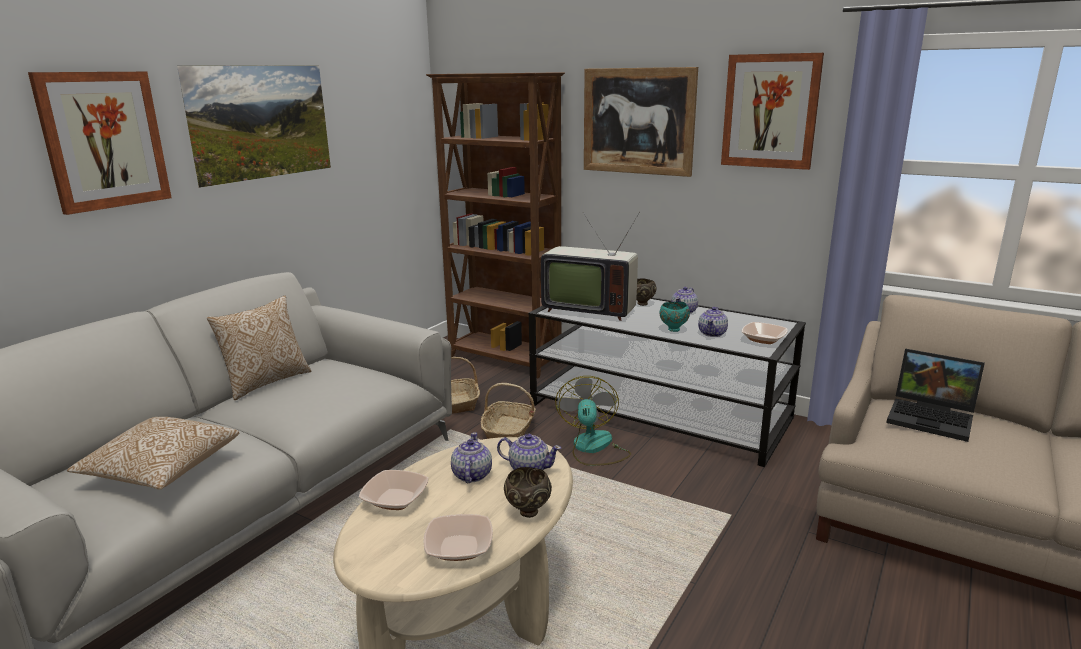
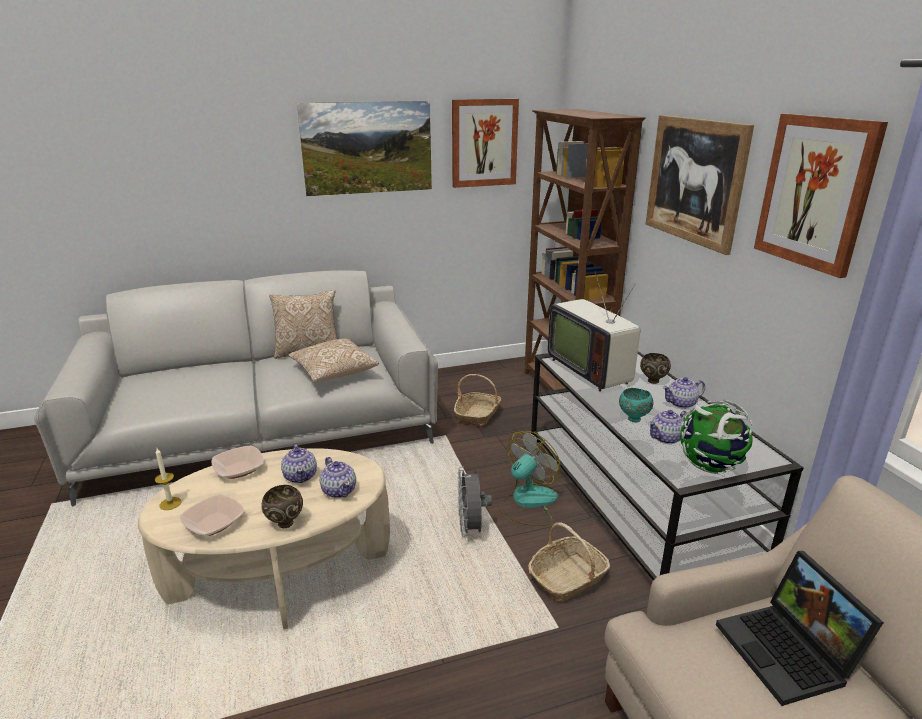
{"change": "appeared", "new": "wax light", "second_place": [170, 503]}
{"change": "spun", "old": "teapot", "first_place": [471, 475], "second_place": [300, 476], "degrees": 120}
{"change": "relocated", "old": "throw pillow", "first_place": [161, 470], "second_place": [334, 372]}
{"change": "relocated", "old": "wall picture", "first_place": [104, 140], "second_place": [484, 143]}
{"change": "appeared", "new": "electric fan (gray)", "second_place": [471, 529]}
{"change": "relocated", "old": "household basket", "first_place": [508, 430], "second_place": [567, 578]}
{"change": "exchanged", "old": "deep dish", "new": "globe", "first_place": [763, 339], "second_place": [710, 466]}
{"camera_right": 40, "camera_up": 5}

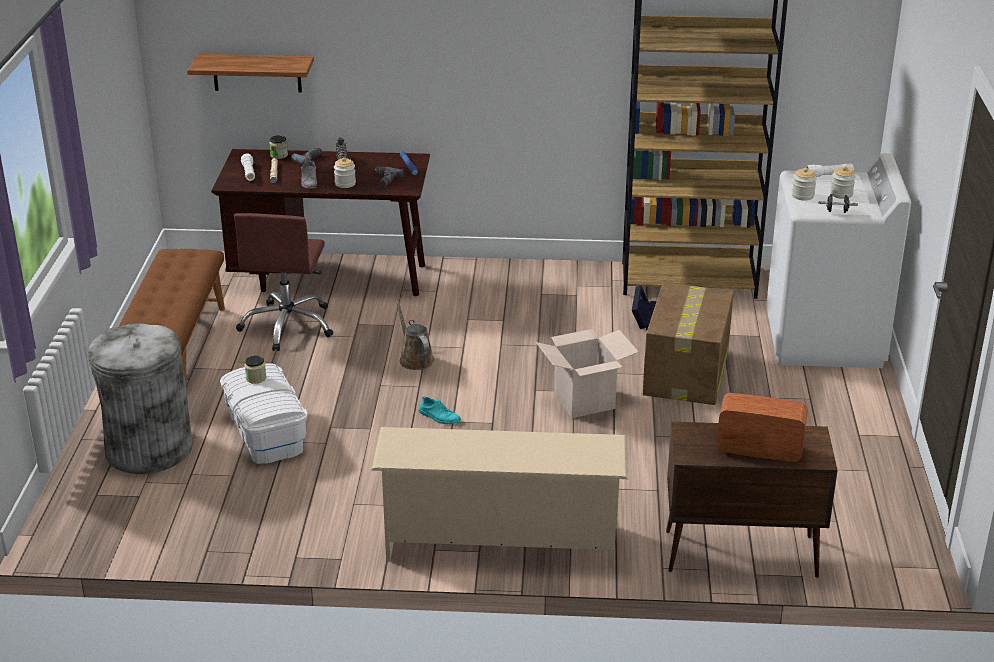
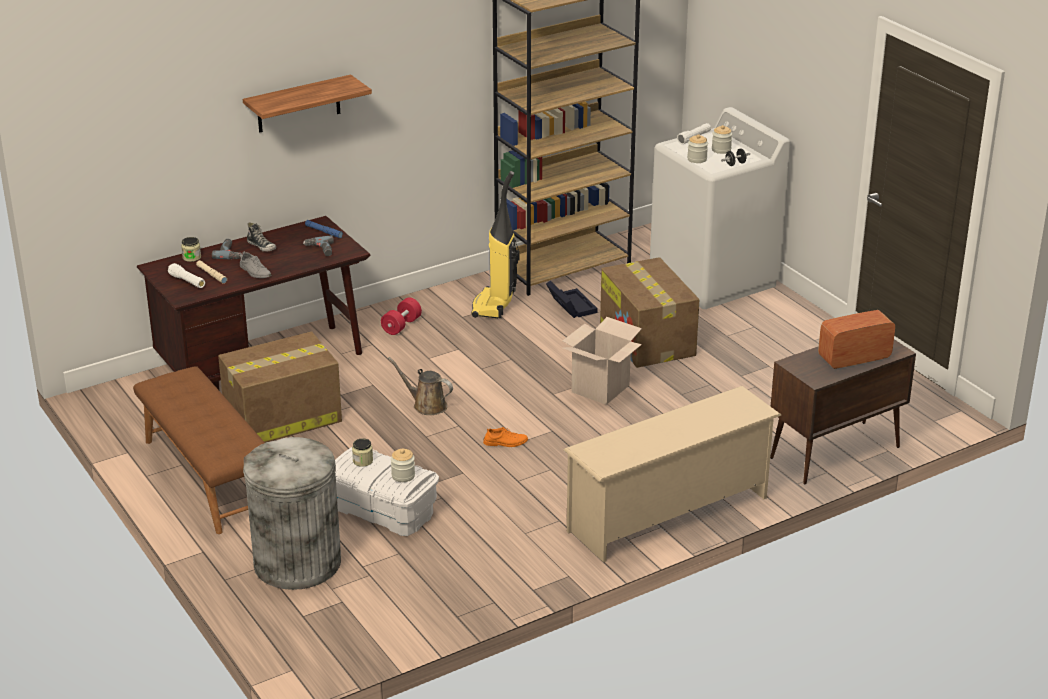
{"change": "exchanged", "old": "office chair (brown-coloured)", "new": "packing box", "first_place": [288, 325], "second_place": [281, 418]}
{"change": "relocated", "old": "bracket shelf", "first_place": [257, 73], "second_place": [298, 104]}
{"change": "appeared", "new": "free weight (red-coloured)", "second_place": [401, 326]}
{"change": "relocated", "old": "preserve jar", "first_place": [345, 184], "second_place": [403, 476]}
{"change": "appeared", "new": "vacuum cleaner", "second_place": [494, 306]}
{"change": "colour", "old": "low shoe (turquoise-coloured)", "new": "low shoe (orange-coloured)", "first_place": [439, 417], "second_place": [505, 442]}
{"camera_right": -35, "camera_up": 0}

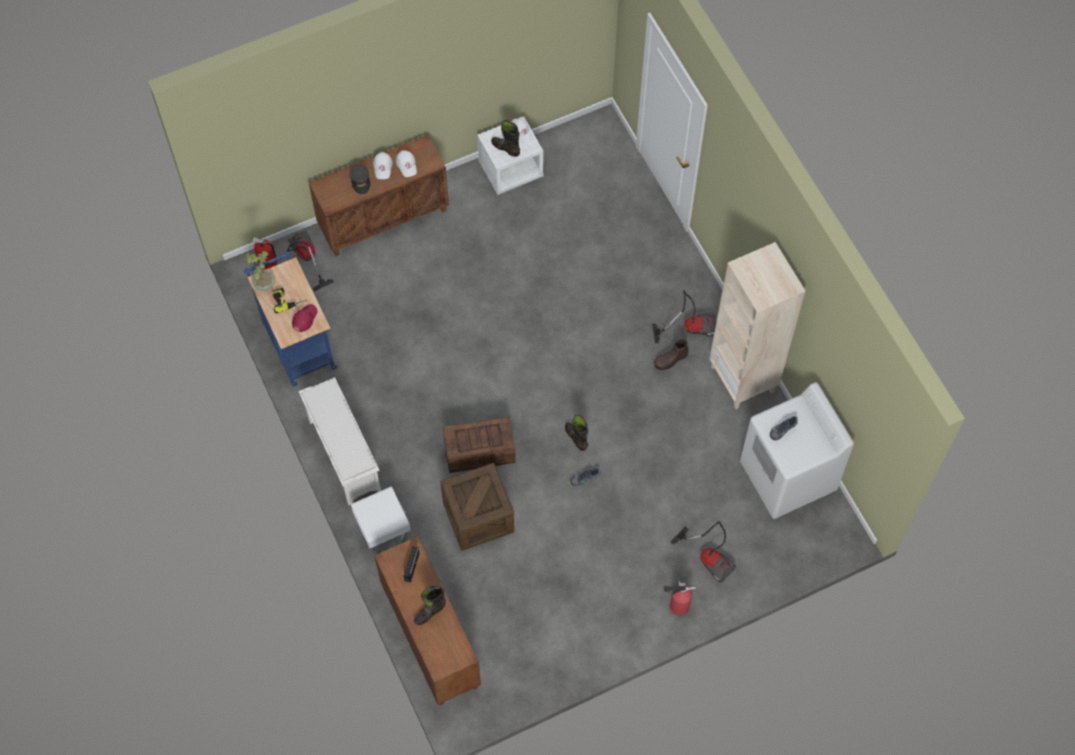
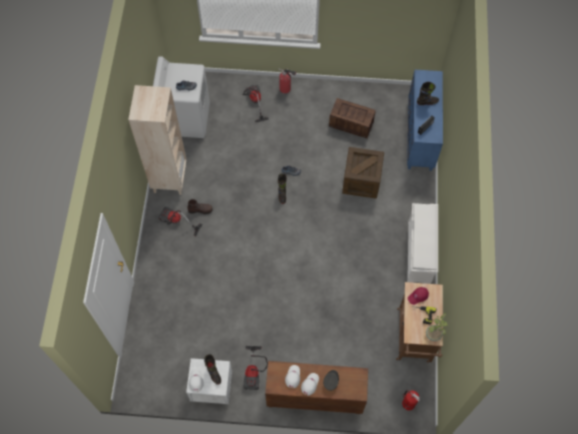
{"change": "relocated", "old": "vacuum cleaner", "first_place": [306, 259], "second_place": [254, 372]}
{"change": "relocated", "old": "shipping crate", "first_place": [478, 452], "second_place": [352, 124]}
{"change": "colour", "old": "cart (blue)", "new": "cart (brown-coloured)", "first_place": [297, 341], "second_place": [414, 339]}
{"change": "colour", "old": "cupboard (brown-coloured)", "new": "cupboard (blue)", "first_place": [429, 637], "second_place": [420, 136]}
{"change": "missing", "old": "nightstand (whitish)", "first_place": [383, 531]}
{"camera_right": -150, "camera_up": 0}

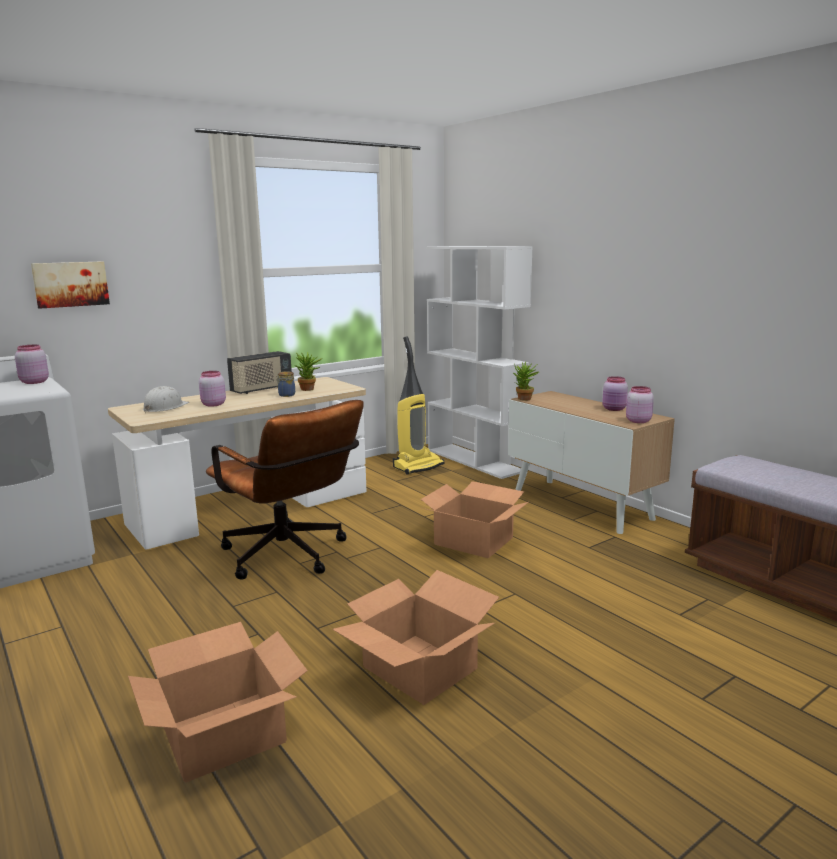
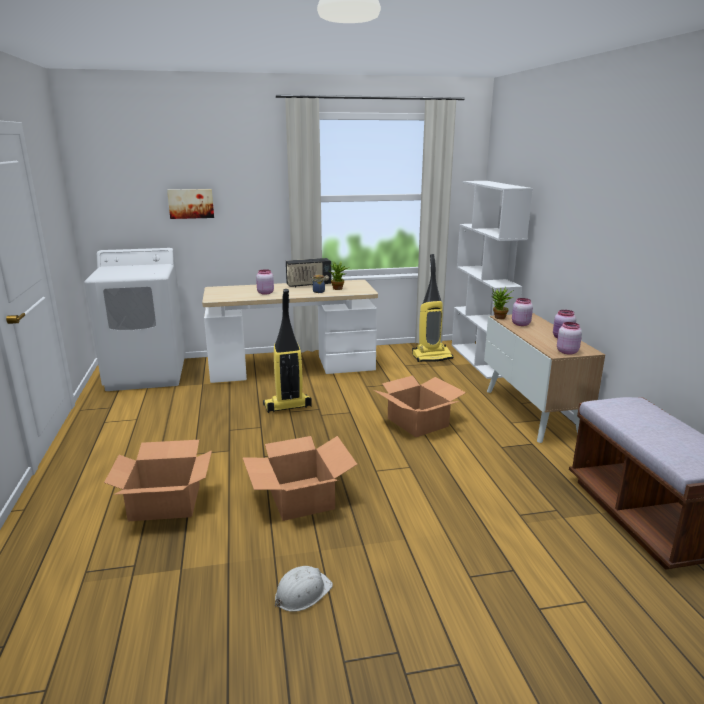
{"change": "exchanged", "old": "office chair (brown-coloured)", "new": "vacuum cleaner", "first_place": [290, 557], "second_place": [287, 406]}
{"change": "relocated", "old": "work helmet (whitish)", "first_place": [165, 407], "second_place": [302, 593]}
{"change": "relocated", "old": "preserve jar (pink-coloured)", "first_place": [33, 382], "second_place": [520, 324]}
{"camera_right": 25, "camera_up": 5}

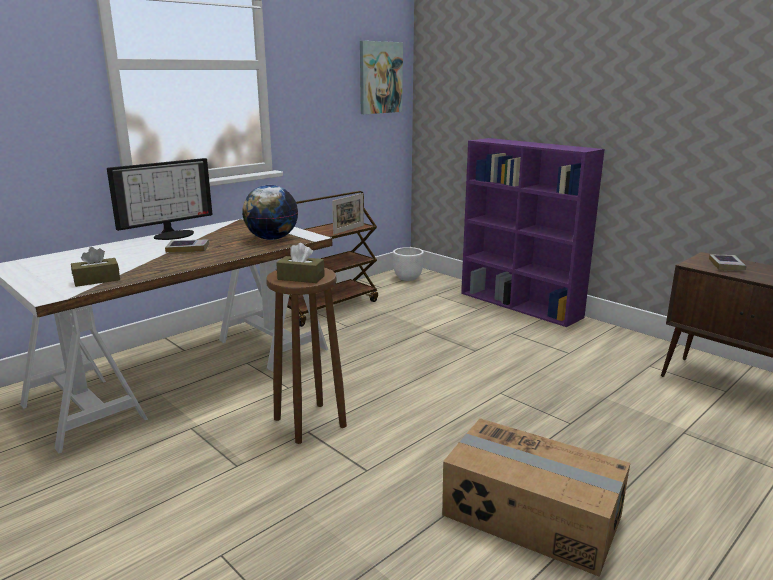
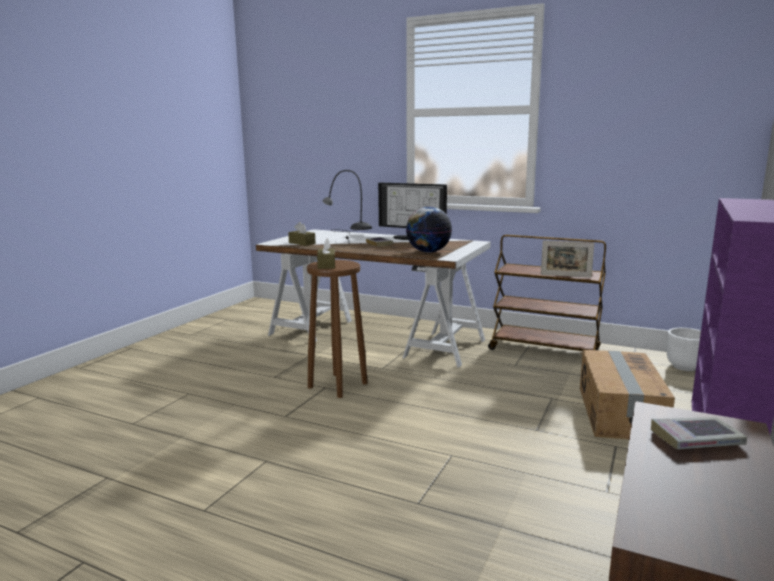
{"change": "appeared", "new": "table lamp (gray)", "second_place": [351, 236]}
{"change": "relocated", "old": "packing box", "first_place": [531, 516], "second_place": [618, 413]}
{"change": "missing", "old": "wall picture", "first_place": [380, 77]}
{"camera_right": 70, "camera_up": -5}

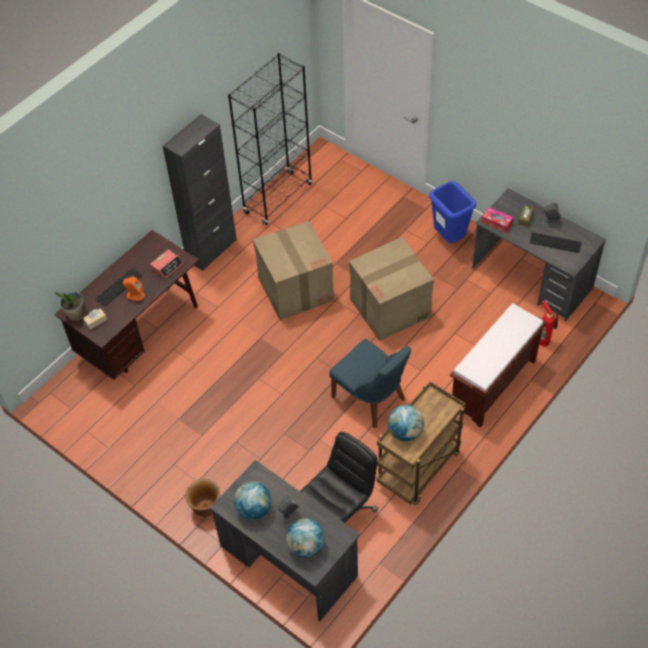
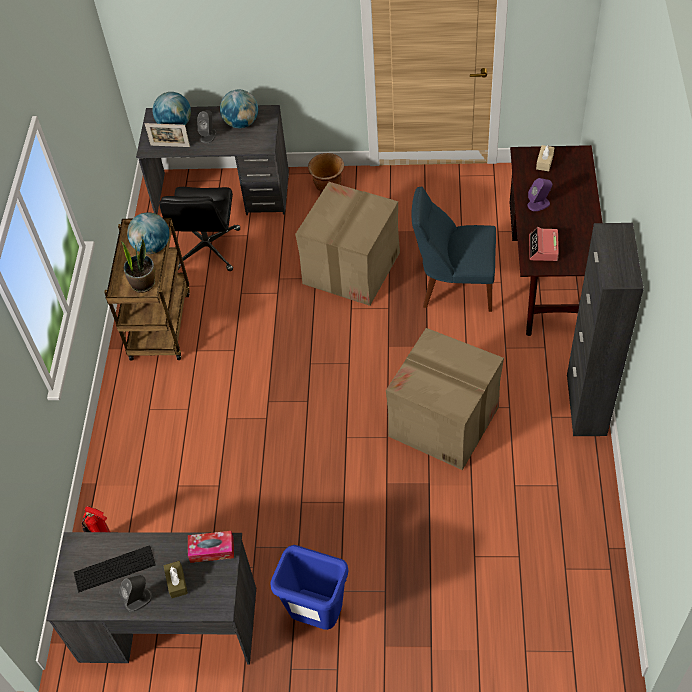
{"change": "relocated", "old": "potted plant", "first_place": [76, 314], "second_place": [143, 283]}
{"change": "appeared", "new": "standing frame", "second_place": [170, 146]}
{"change": "relocated", "old": "packing box", "first_place": [390, 307], "second_place": [351, 268]}
{"change": "relocated", "old": "upright chair (blue)", "first_place": [371, 399], "second_place": [454, 287]}
{"change": "colour", "old": "speaker (orange-coloured)", "new": "speaker (purple)", "first_place": [135, 295], "second_place": [539, 204]}
{"change": "missing", "old": "PC keyboard", "first_place": [118, 287]}
{"change": "missing", "old": "bookcase (black)", "first_place": [278, 198]}
{"change": "missing", "old": "indoor bench (brown-coloured)", "first_place": [493, 385]}
{"camera_right": 145, "camera_up": 0}

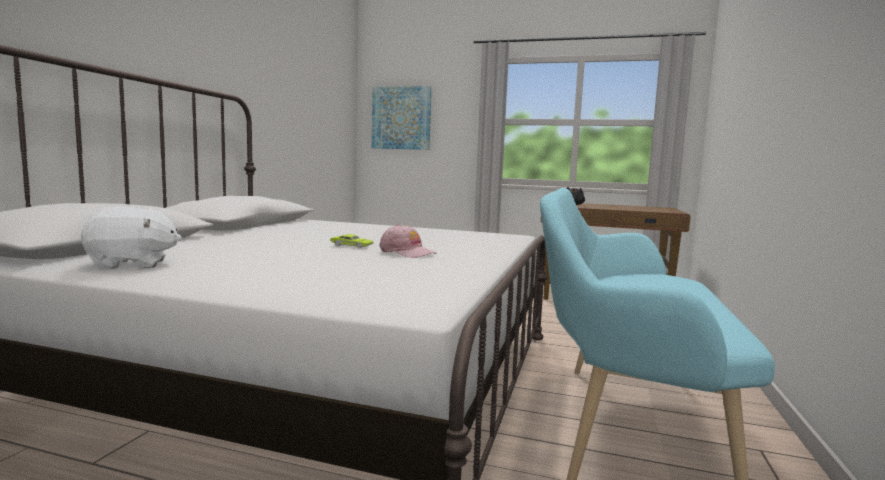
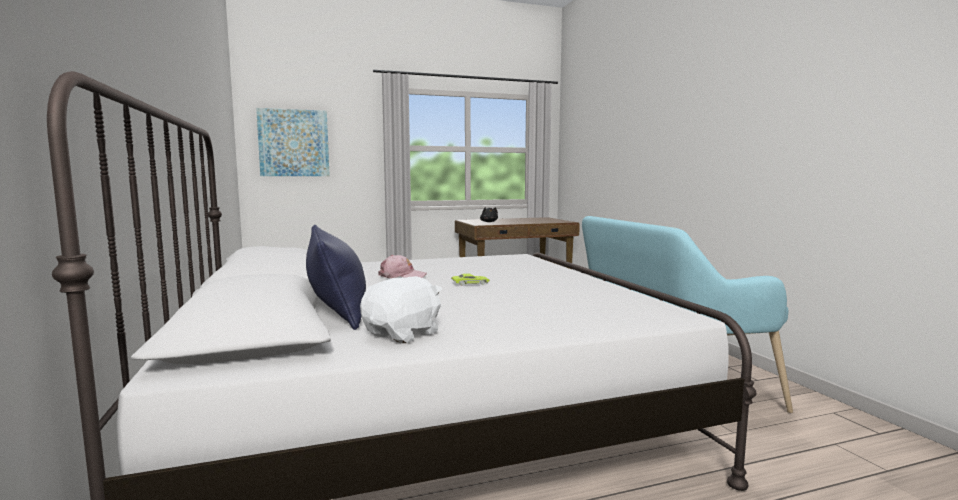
{"change": "appeared", "new": "throw pillow (blue)", "second_place": [337, 309]}
{"change": "relocated", "old": "baseball cap (pink-coloured)", "first_place": [407, 253], "second_place": [402, 276]}
{"camera_right": -35, "camera_up": 0}

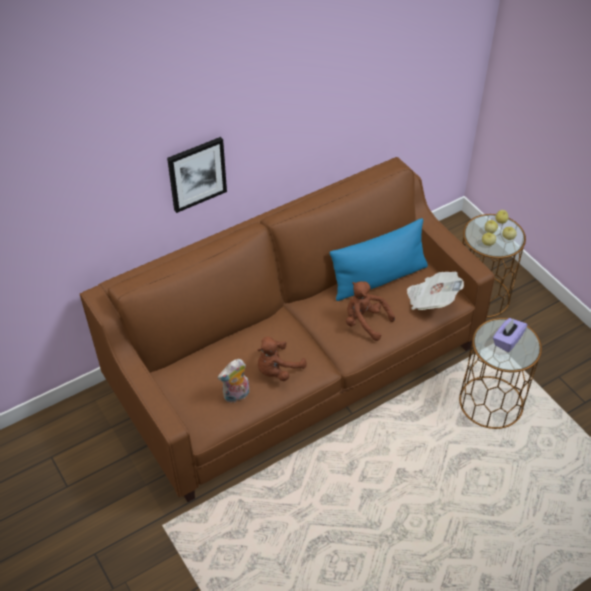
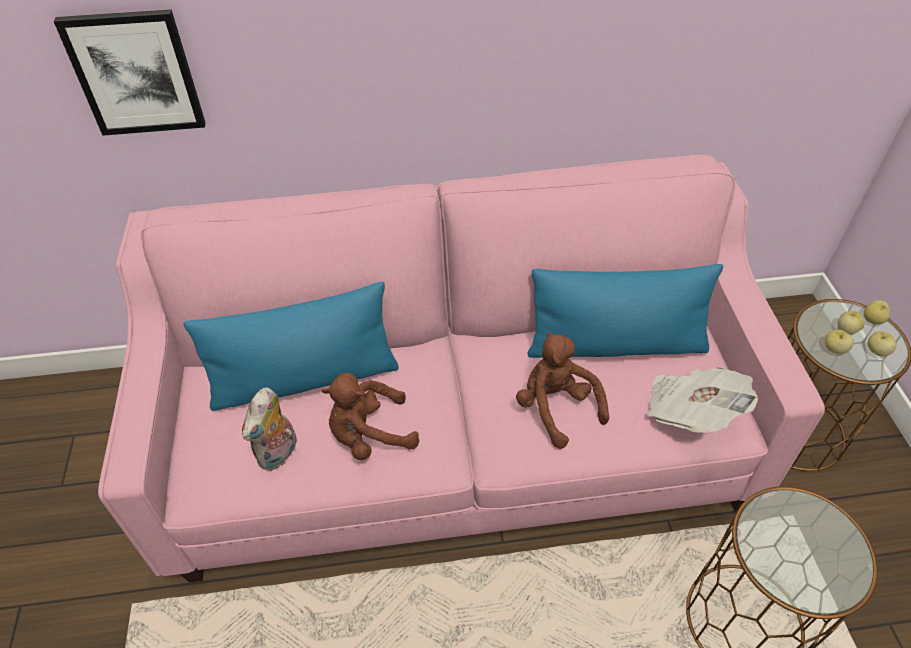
{"change": "relocated", "old": "wall picture", "first_place": [197, 174], "second_place": [135, 73]}
{"change": "colour", "old": "sofa (brown-coloured)", "new": "sofa (pink-coloured)", "first_place": [295, 369], "second_place": [455, 437]}
{"change": "appeared", "new": "throw pillow (blue)", "second_place": [305, 379]}
{"change": "spun", "old": "soft toy", "first_place": [236, 396], "second_place": [279, 454], "degrees": -60}
{"change": "missing", "old": "tissue holder (purple)", "first_place": [507, 340]}
{"camera_right": 25, "camera_up": 0}

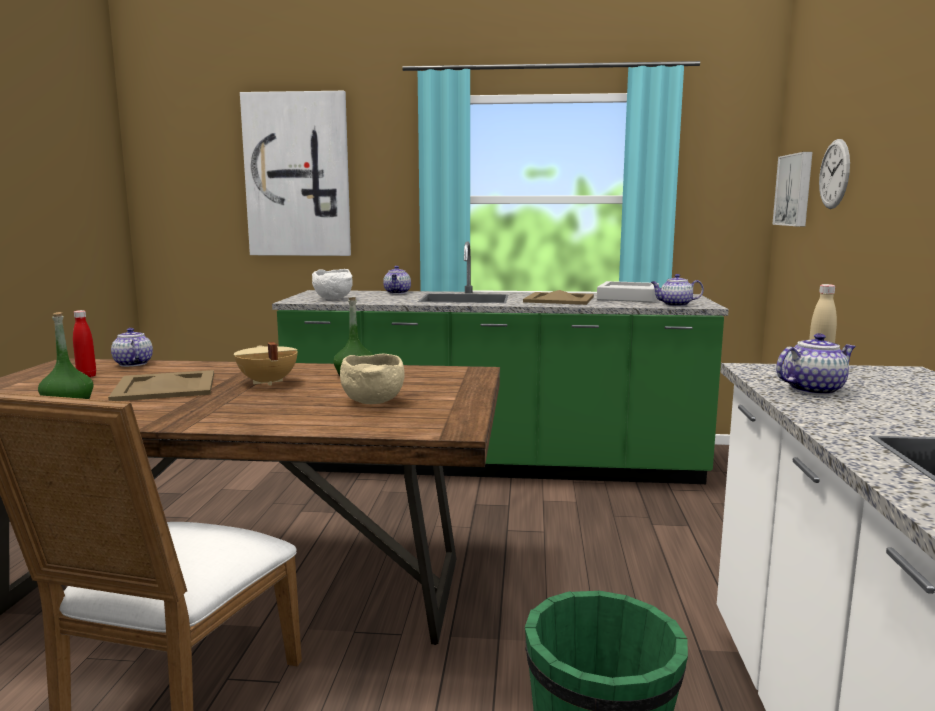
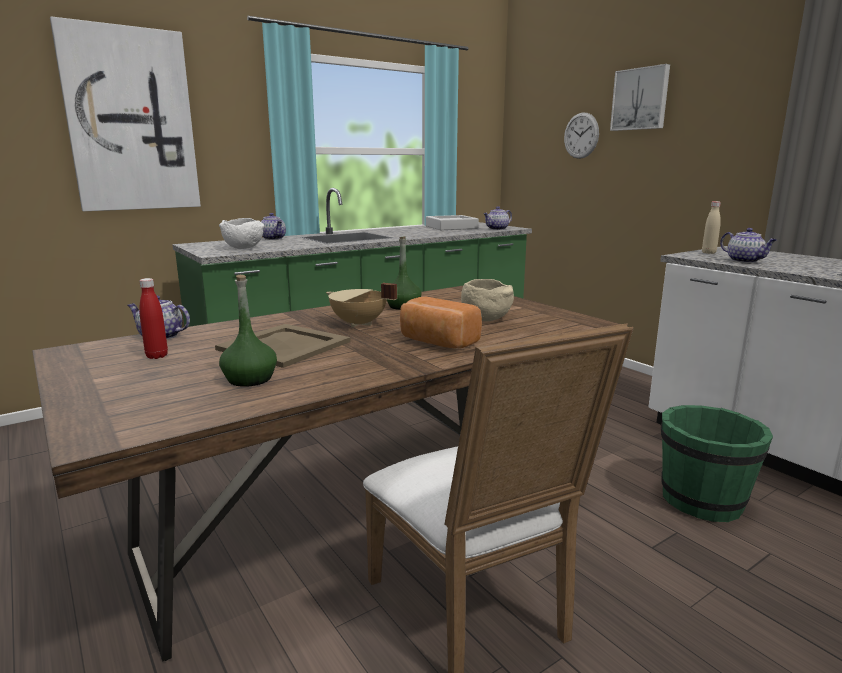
{"change": "appeared", "new": "bread", "second_place": [436, 342]}
{"change": "relocated", "old": "wall picture", "first_place": [795, 190], "second_place": [640, 99]}
{"change": "spun", "old": "teapot", "first_place": [813, 390], "second_place": [745, 261], "degrees": 120}
{"change": "missing", "old": "carrying tray (sand-coloured)", "first_place": [558, 299]}
{"camera_right": -40, "camera_up": 5}

